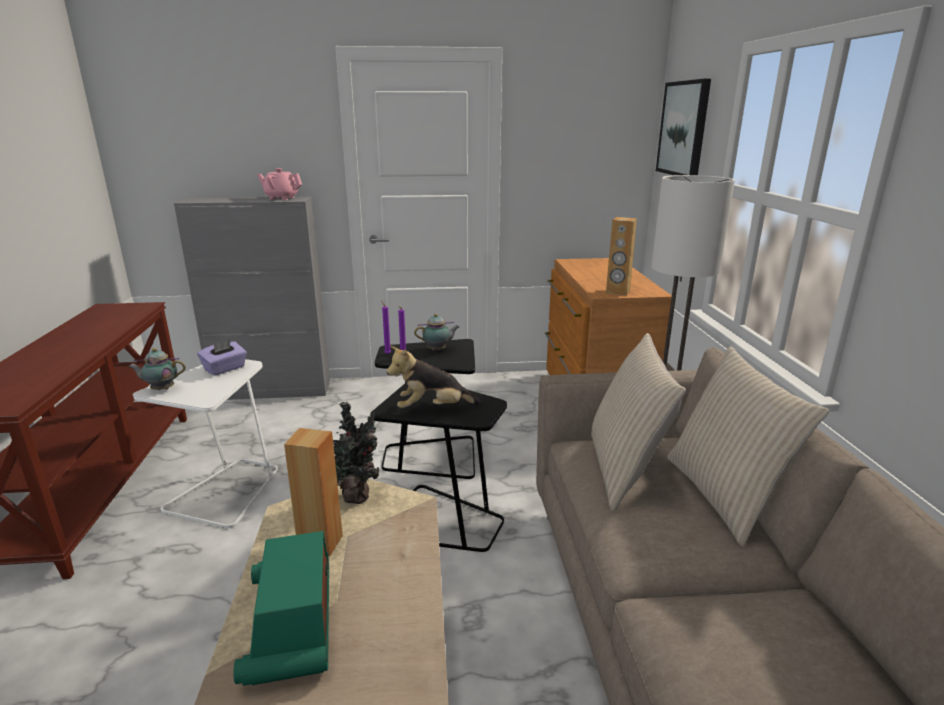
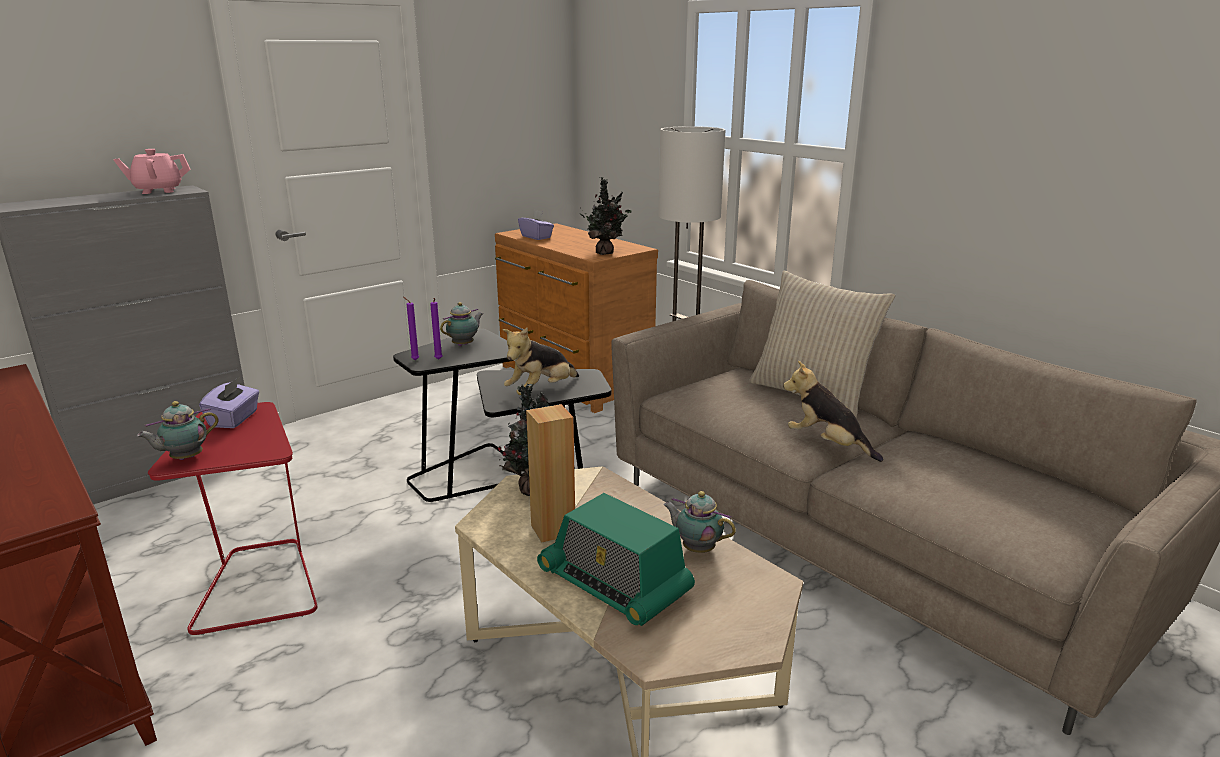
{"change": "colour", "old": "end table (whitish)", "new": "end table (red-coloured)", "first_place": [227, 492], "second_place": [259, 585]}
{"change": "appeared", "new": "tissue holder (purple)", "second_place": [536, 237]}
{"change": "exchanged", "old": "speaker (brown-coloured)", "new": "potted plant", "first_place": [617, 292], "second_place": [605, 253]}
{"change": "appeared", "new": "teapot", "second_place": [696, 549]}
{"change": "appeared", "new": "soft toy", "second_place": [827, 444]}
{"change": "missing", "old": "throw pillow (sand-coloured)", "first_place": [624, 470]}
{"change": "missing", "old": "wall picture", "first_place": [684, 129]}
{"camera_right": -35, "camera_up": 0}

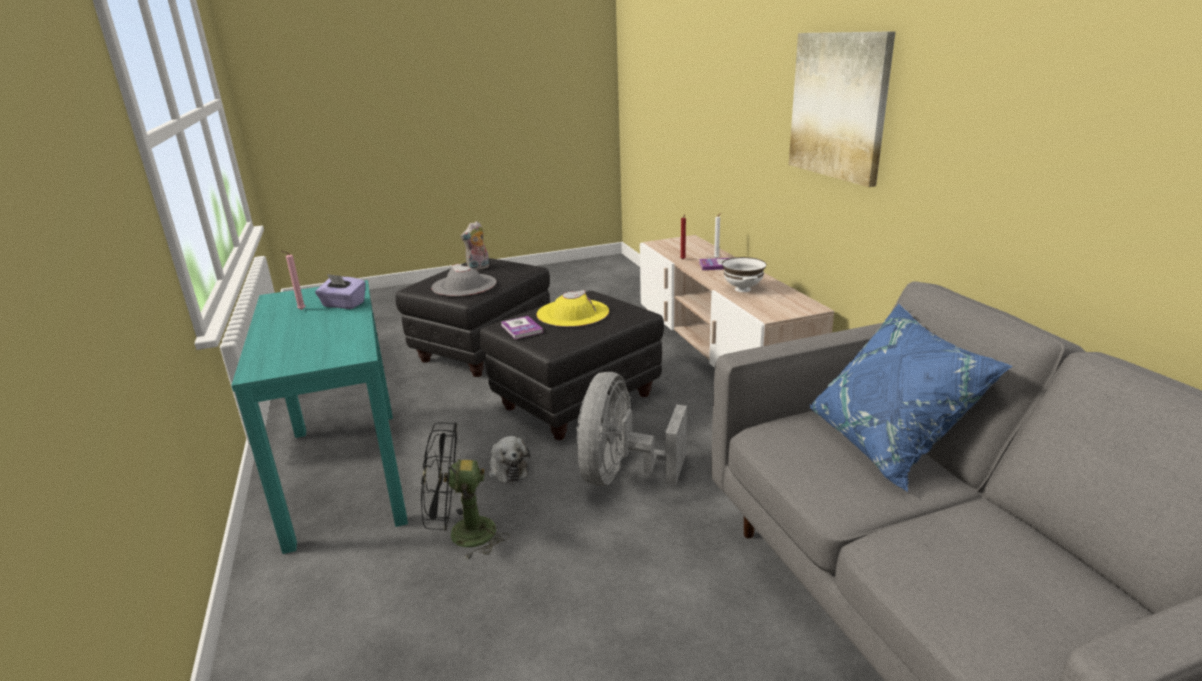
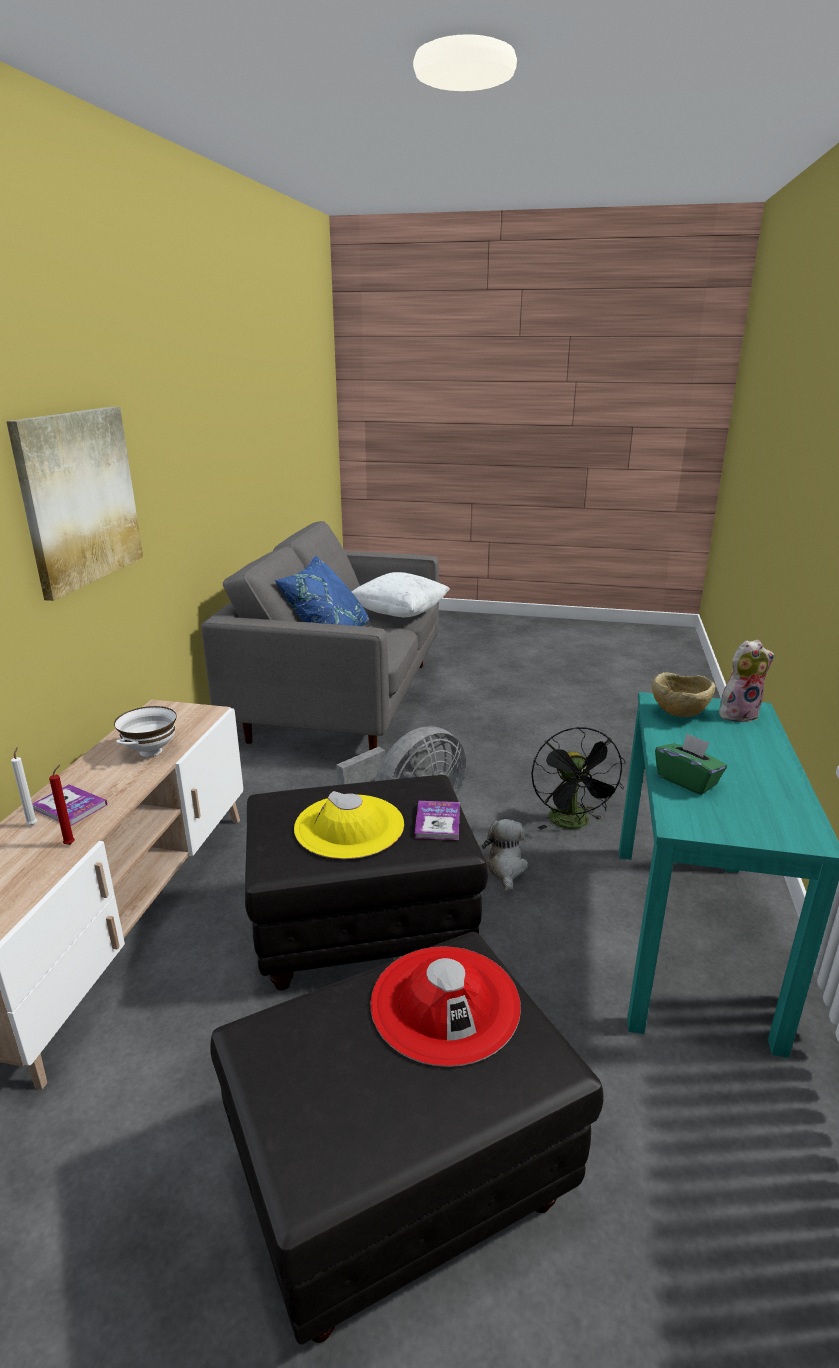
{"change": "appeared", "new": "throw pillow (whitish)", "second_place": [399, 614]}
{"change": "colour", "old": "wearable hat (gray)", "new": "wearable hat (red-coloured)", "first_place": [464, 285], "second_place": [445, 1003]}
{"change": "spun", "old": "electric fan (black)", "first_place": [462, 535], "second_place": [573, 824], "degrees": 60}
{"change": "appeared", "new": "deep dish (sand-coloured)", "second_place": [678, 715]}
{"change": "colour", "old": "tissue holder (purple)", "new": "tissue holder (green-coloured)", "first_place": [343, 305], "second_place": [687, 781]}
{"change": "relocated", "old": "soft toy", "first_place": [478, 268], "second_place": [738, 714]}
{"change": "missing", "old": "wax light (pink-coloured)", "first_place": [300, 310]}
{"camera_right": -150, "camera_up": 0}

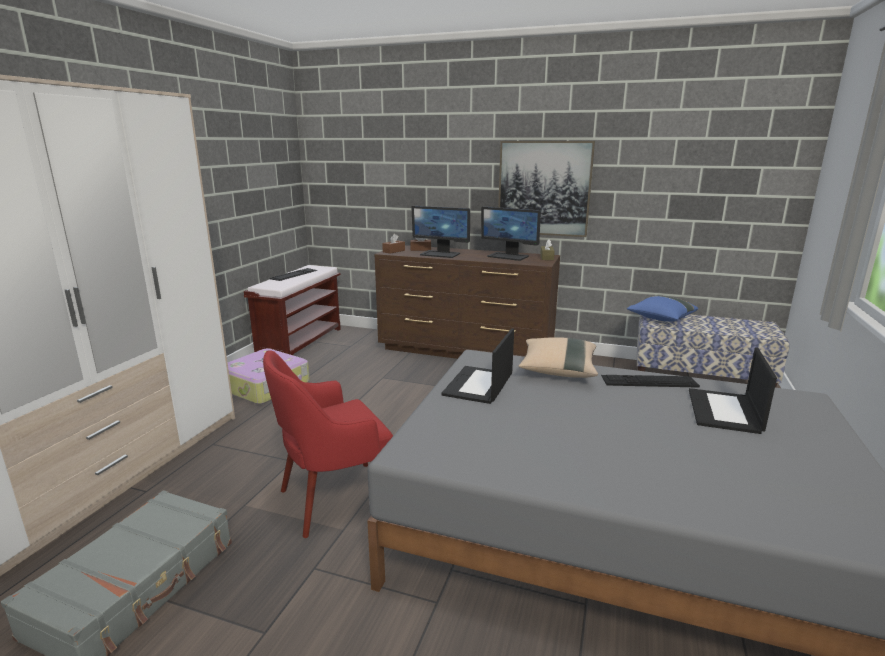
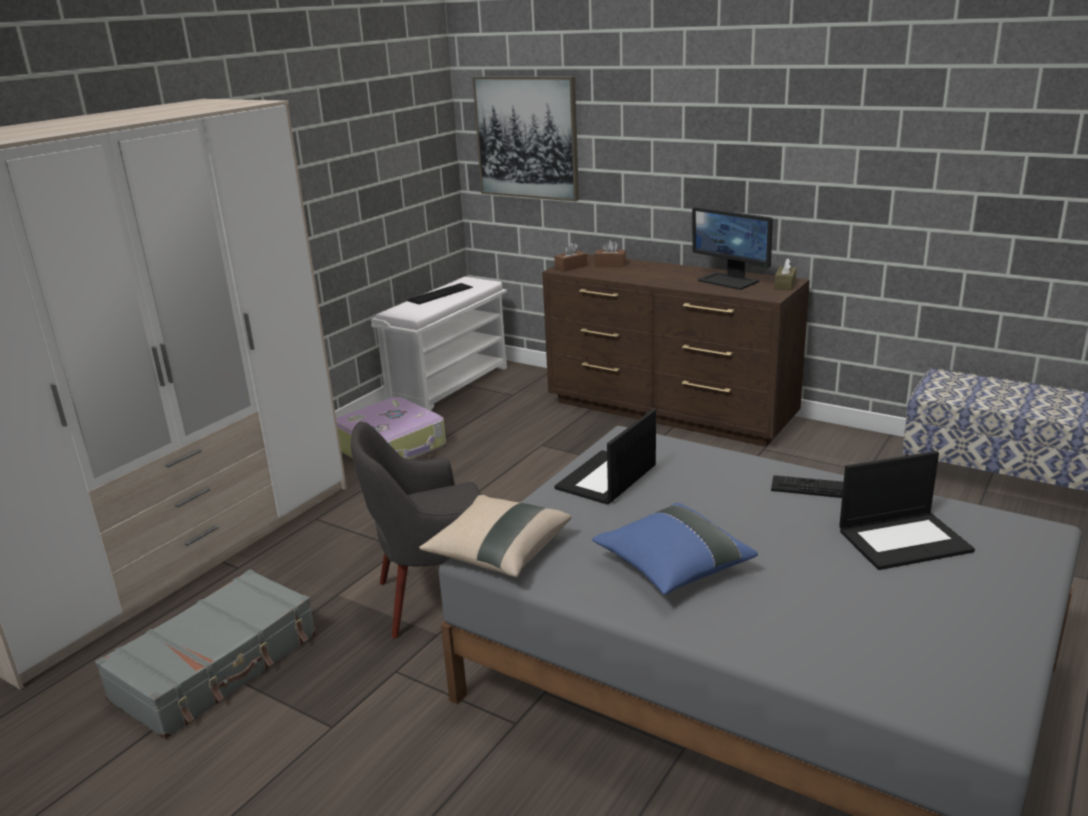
{"change": "colour", "old": "armchair (red-coloured)", "new": "armchair (gray)", "first_place": [335, 498], "second_place": [438, 598]}
{"change": "colour", "old": "indoor bench (brown-coloured)", "new": "indoor bench (whitish)", "first_place": [301, 342], "second_place": [449, 385]}
{"change": "relocated", "old": "throw pillow (sand-coloured)", "first_place": [558, 370], "second_place": [498, 553]}
{"change": "relocated", "old": "wall picture", "first_place": [544, 188], "second_place": [527, 137]}
{"change": "relocated", "old": "throw pillow (blue)", "first_place": [660, 319], "second_place": [672, 567]}
{"change": "spun", "old": "laptop", "first_place": [725, 411], "second_place": [904, 540], "degrees": -135}
{"change": "missing", "old": "computer screen", "first_place": [440, 254]}
{"camera_right": 15, "camera_up": 5}

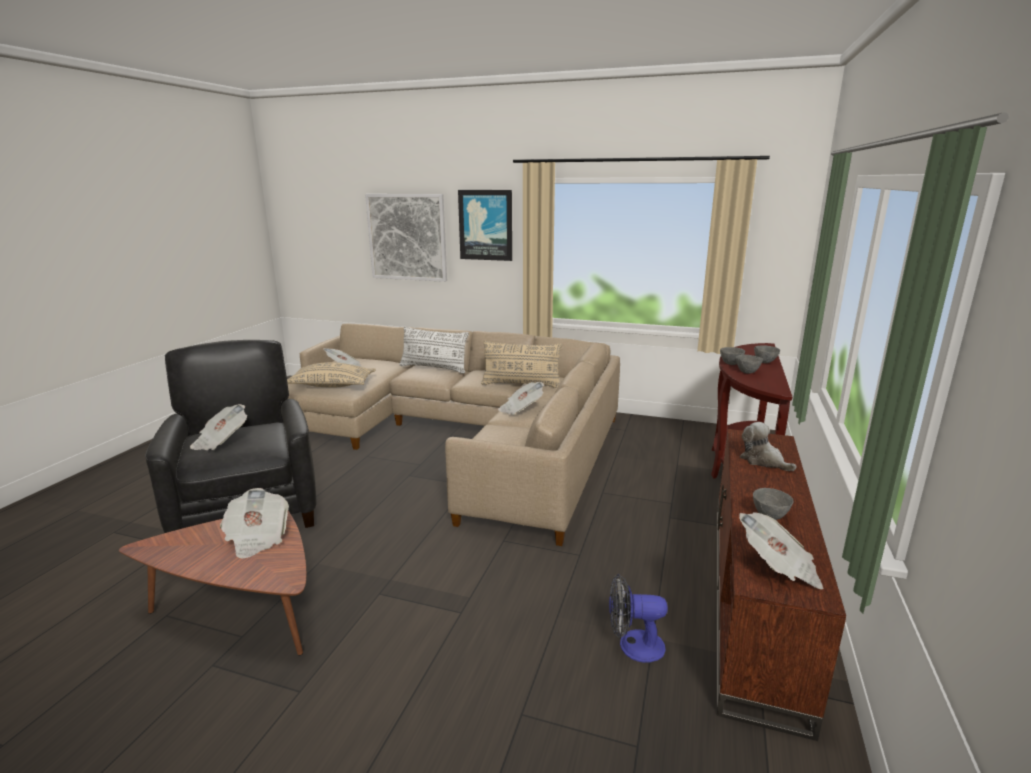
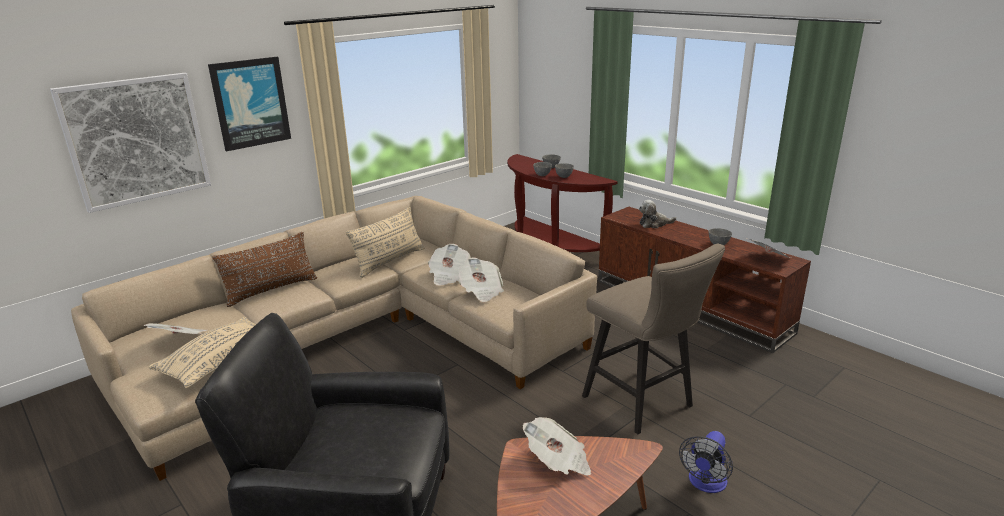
{"change": "colour", "old": "throw pillow (whitish)", "new": "throw pillow (brown-coloured)", "first_place": [434, 368], "second_place": [271, 290]}
{"change": "relocated", "old": "daily paper", "first_place": [221, 441], "second_place": [481, 291]}
{"change": "appeared", "new": "stool seat (sand-coloured)", "second_place": [643, 404]}
{"change": "relocated", "old": "electric fan", "first_place": [633, 645], "second_place": [705, 483]}
{"camera_right": -60, "camera_up": 5}

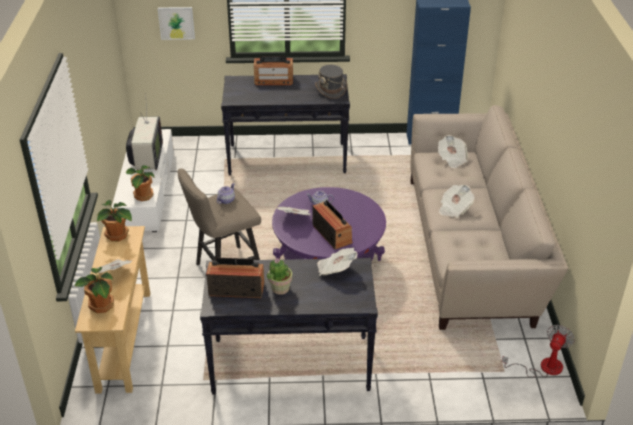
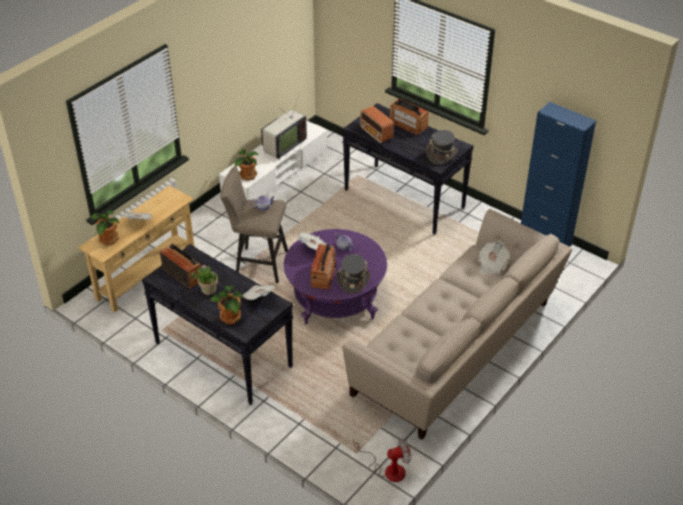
{"change": "relocated", "old": "potted plant", "first_place": [117, 235], "second_place": [230, 318]}
{"change": "appeared", "new": "wearable hat (gray)", "second_place": [353, 280]}
{"change": "appeared", "new": "radio receiver", "second_place": [376, 134]}
{"change": "missing", "old": "wall picture", "first_place": [176, 23]}
{"change": "missing", "old": "daily paper", "first_place": [454, 209]}
{"camera_right": 40, "camera_up": 5}

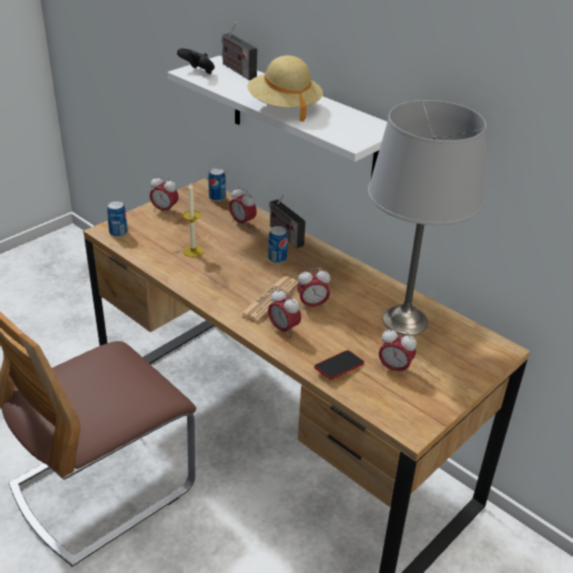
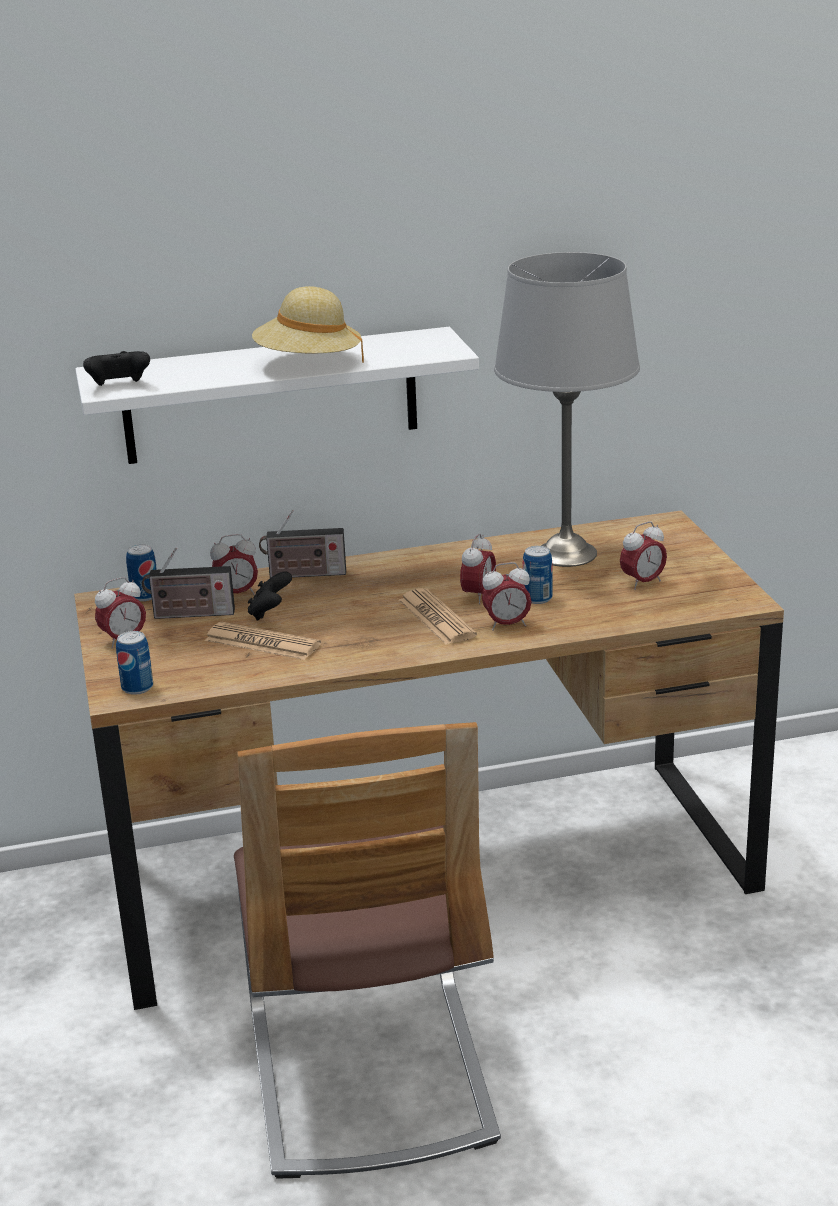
{"change": "relocated", "old": "radio receiver", "first_place": [237, 70], "second_place": [190, 614]}
{"change": "exchanged", "old": "wax light", "new": "daily paper", "first_place": [193, 251], "second_place": [262, 643]}
{"change": "appeared", "new": "joypad (black)", "second_place": [270, 613]}
{"change": "relocated", "old": "sealed can", "first_place": [277, 258], "second_place": [537, 598]}
{"change": "missing", "old": "telephone", "first_place": [339, 367]}
{"camera_right": -55, "camera_up": -10}

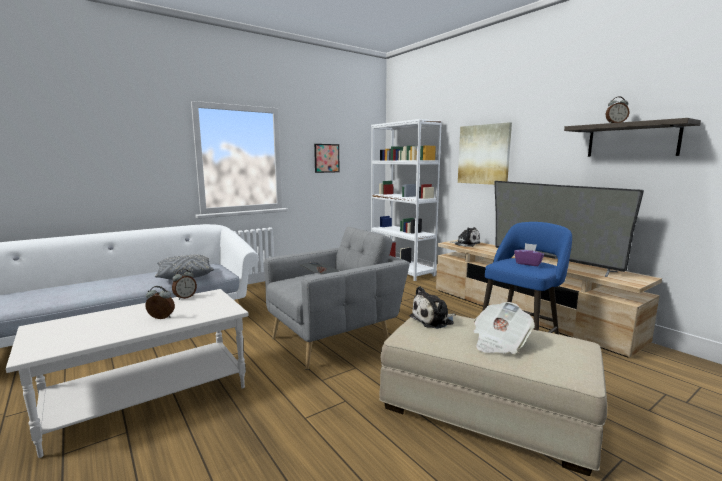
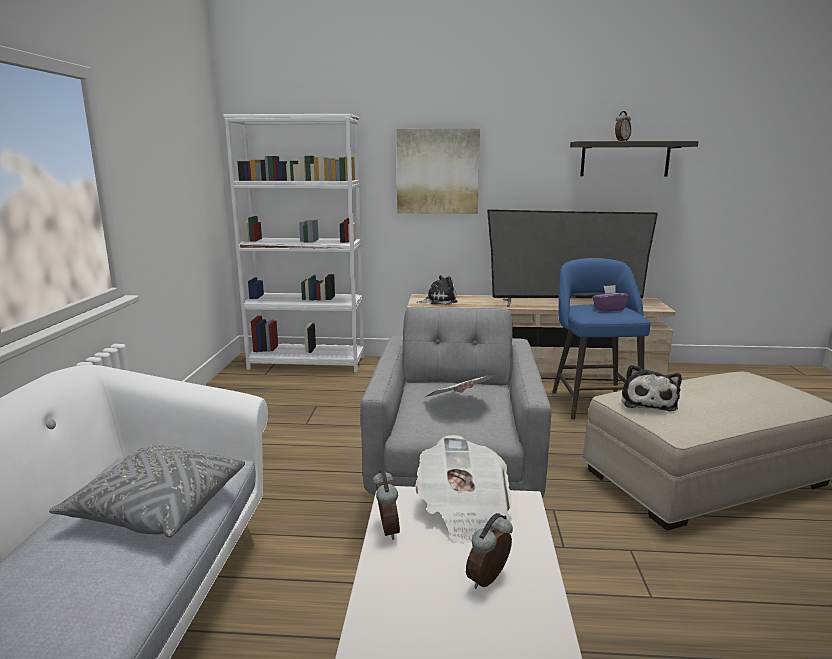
{"change": "relocated", "old": "daily paper", "first_place": [499, 343], "second_place": [463, 511]}
{"change": "missing", "old": "wall picture", "first_place": [326, 158]}
{"camera_right": -50, "camera_up": 5}

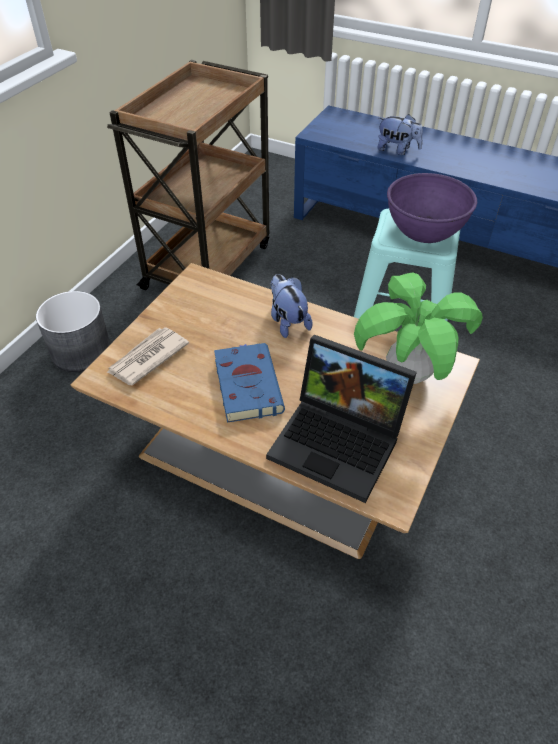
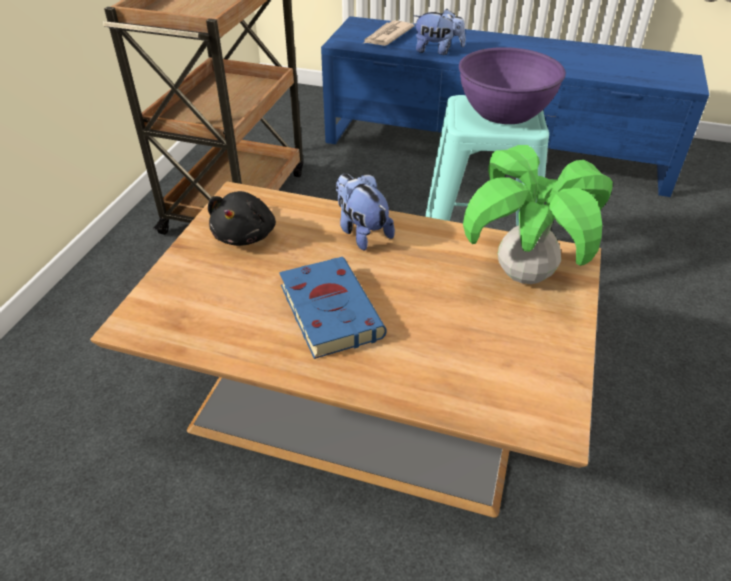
{"change": "appeared", "new": "soft toy (black)", "second_place": [246, 235]}
{"change": "relocated", "old": "daily paper", "first_place": [147, 358], "second_place": [387, 36]}
{"change": "missing", "old": "flower pot (gray)", "first_place": [82, 351]}
{"change": "missing", "old": "laptop", "first_place": [340, 442]}
{"camera_right": -10, "camera_up": -5}

